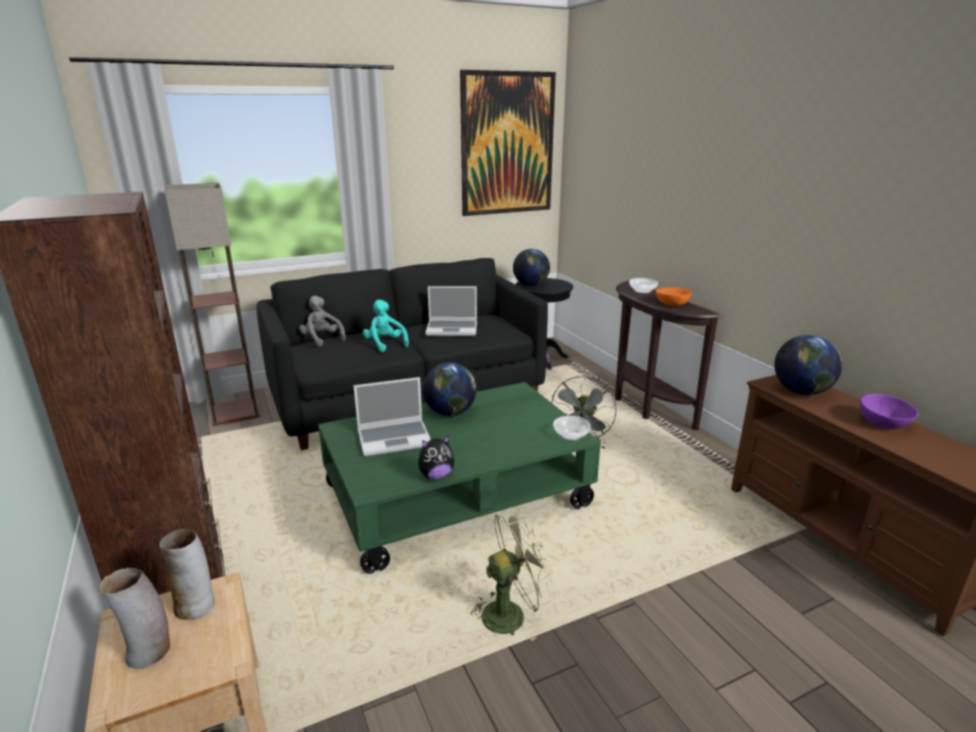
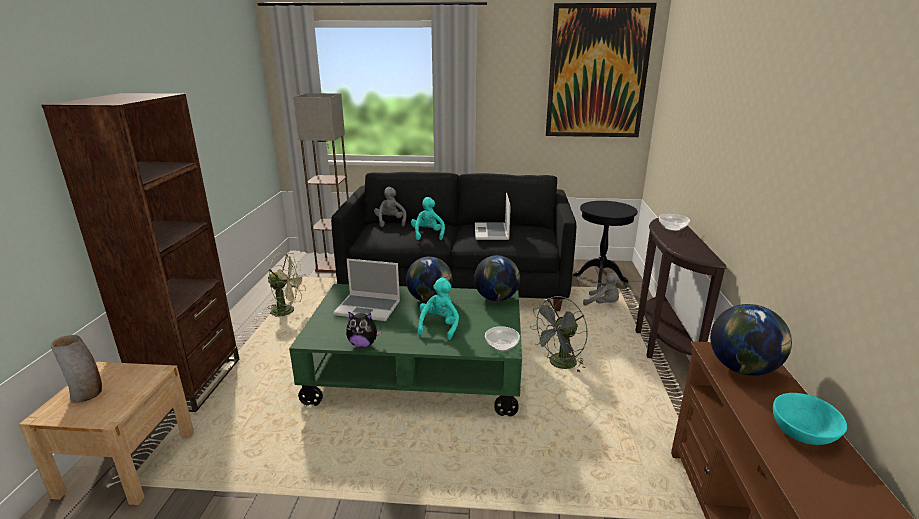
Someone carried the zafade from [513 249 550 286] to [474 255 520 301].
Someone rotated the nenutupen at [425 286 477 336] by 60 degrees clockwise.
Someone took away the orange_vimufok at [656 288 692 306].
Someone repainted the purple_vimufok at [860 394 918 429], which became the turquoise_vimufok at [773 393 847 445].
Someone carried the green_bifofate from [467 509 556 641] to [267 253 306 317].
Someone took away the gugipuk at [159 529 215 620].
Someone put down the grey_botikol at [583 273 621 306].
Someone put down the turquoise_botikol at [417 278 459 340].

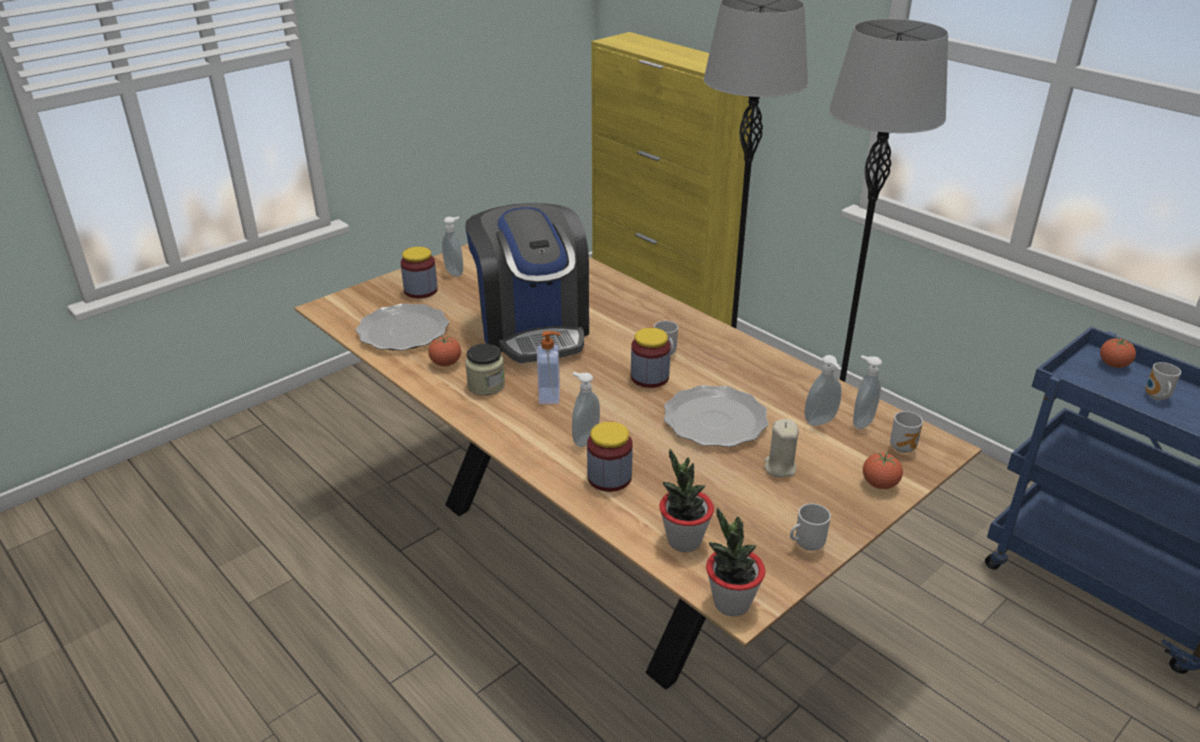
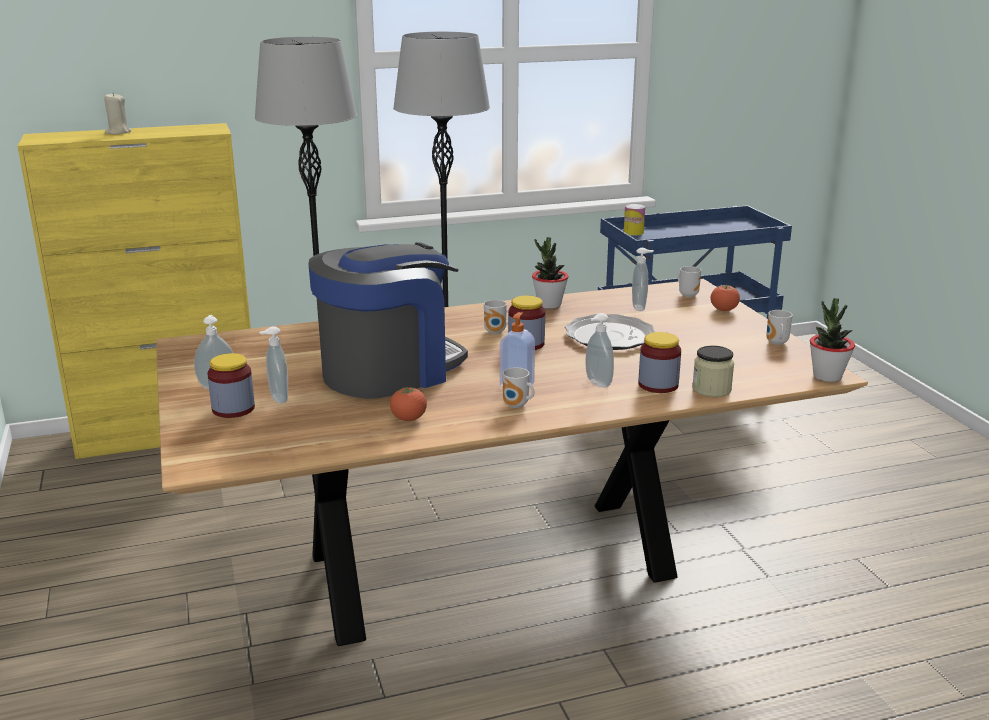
Someone rotated the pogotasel at [465 203 589 363] by 45 degrees counterclockwise.
Someone took away the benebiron at [356 303 449 350].
Someone swapped the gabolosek at [1100 338 1136 368] for the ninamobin at [624 204 645 236].
Someone carried the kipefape from [465 344 505 396] to [692 345 734 397].
Someone carried the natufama from [853 355 882 429] to [259 326 288 404].
Someone carried the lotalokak from [1146 362 1181 400] to [503 367 534 408].
Someone carried the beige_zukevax from [764 419 799 478] to [104 93 132 134].
Someone carried the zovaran from [659 449 714 552] to [532 237 569 309].

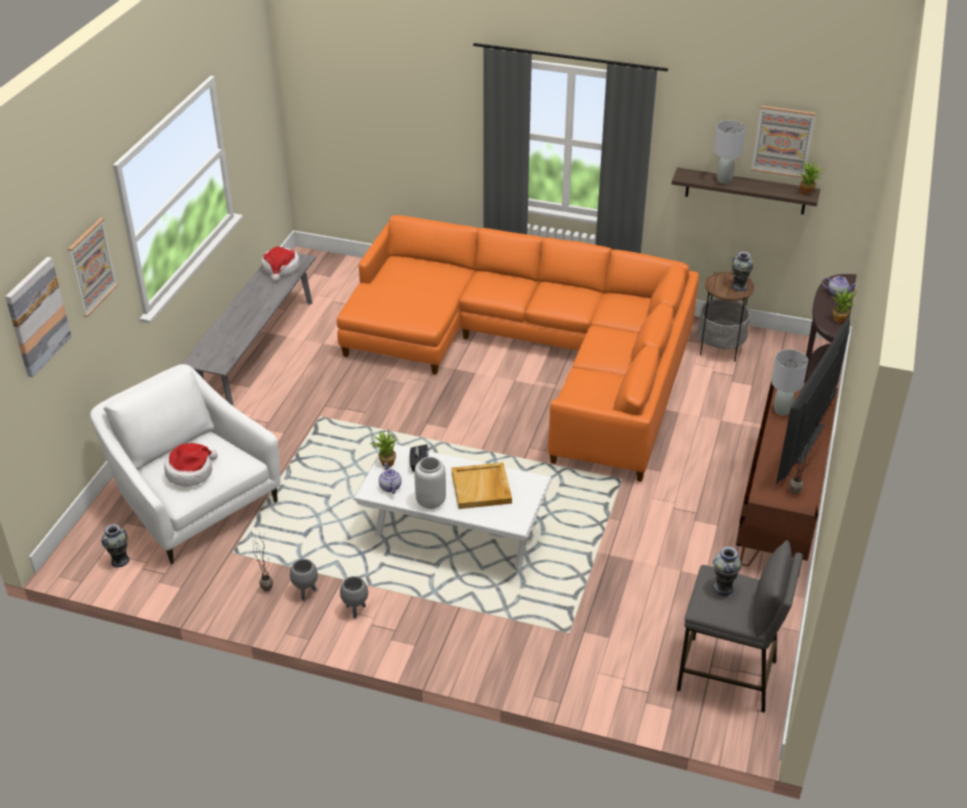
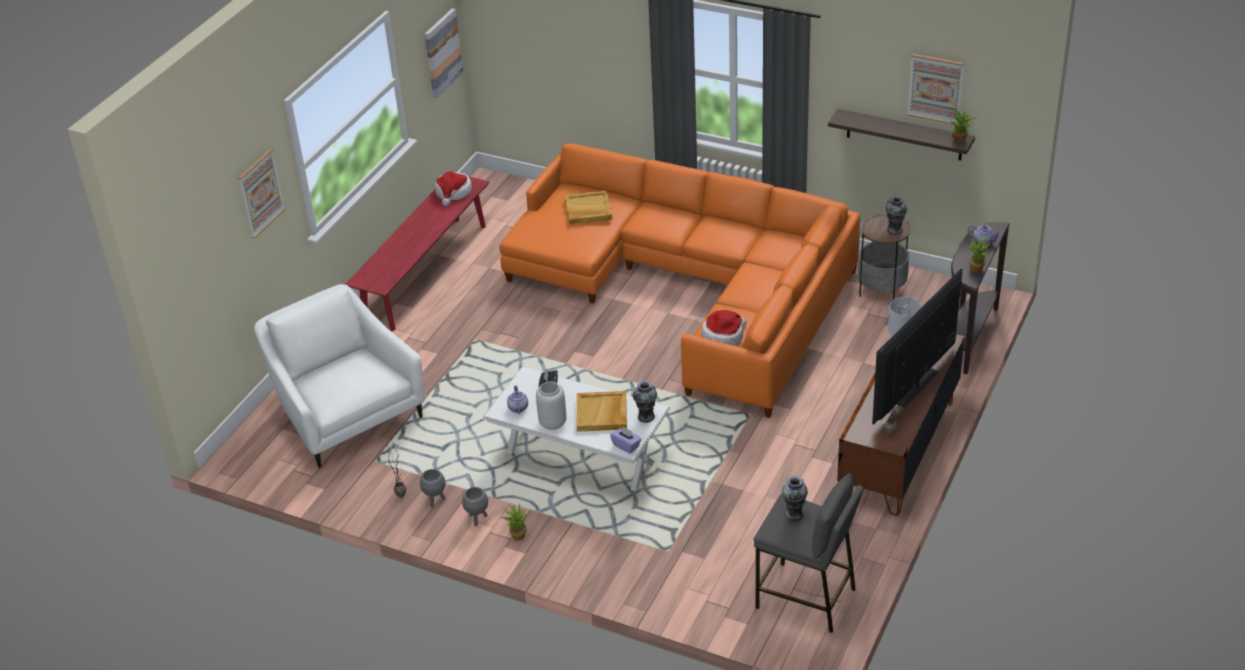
Someone took away the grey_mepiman at [714 120 746 184].
Someone repainted the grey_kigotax at [182 253 316 407], which became the red_kigotax at [345 176 489 331].
Someone carried the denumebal from [5 257 72 378] to [425 8 463 98].
Someone carried the zovaran from [370 429 397 467] to [500 504 528 541].
Someone carried the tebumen from [164 443 218 486] to [701 310 747 346].
Someone carried the gugipuk from [101 524 130 567] to [633 381 657 423].
Someone put down the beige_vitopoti at [565 191 612 225].
Someone put down the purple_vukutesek at [610 426 641 454].

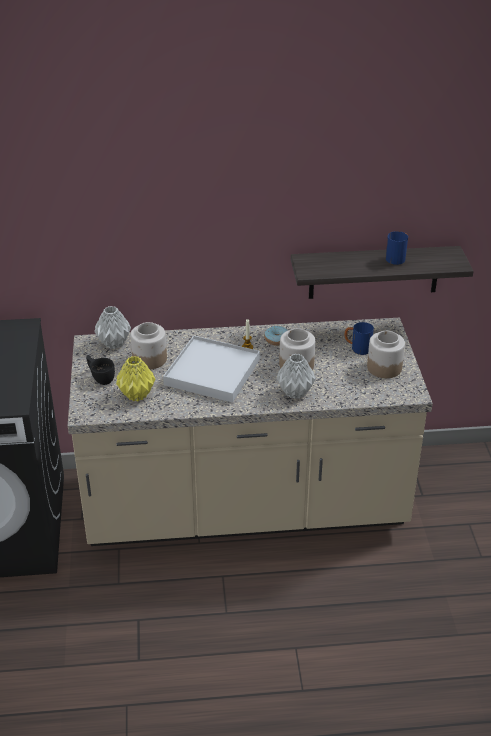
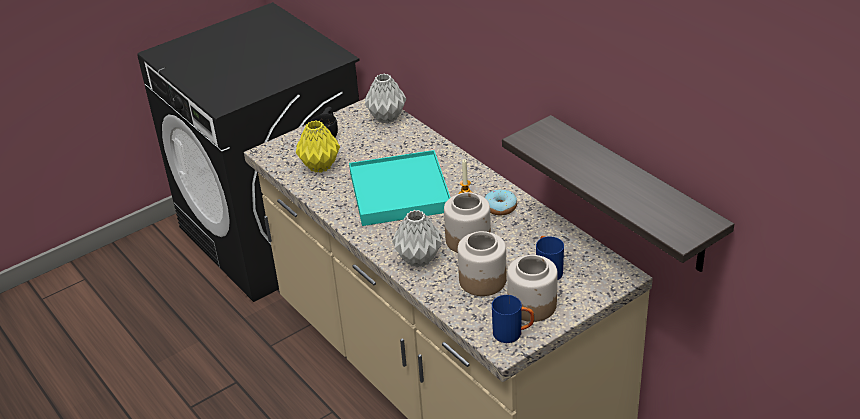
Someone carried the blue_lotalokak from [386 231 408 265] to [492 295 534 343].
Someone carried the kipefape from [130 322 167 369] to [458 231 506 296].
Someone repainted the white_vitopoti at [163 335 260 403], which became the turquoise_vitopoti at [349 150 451 226].

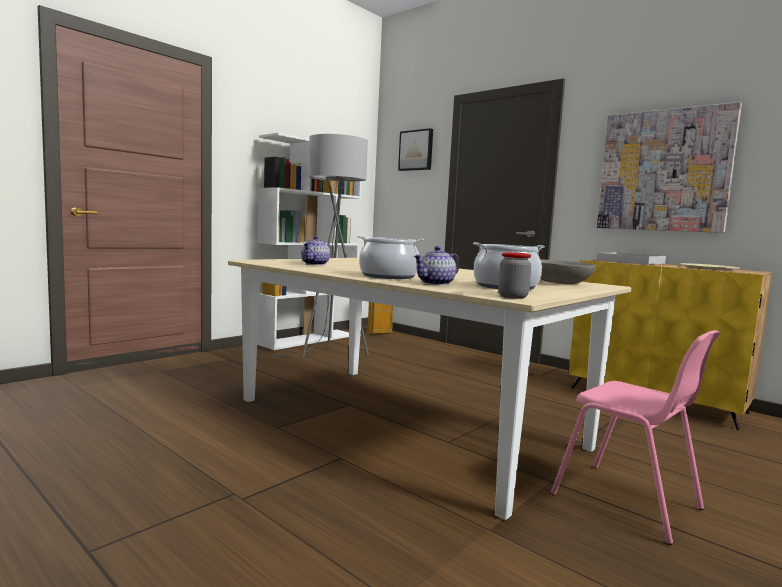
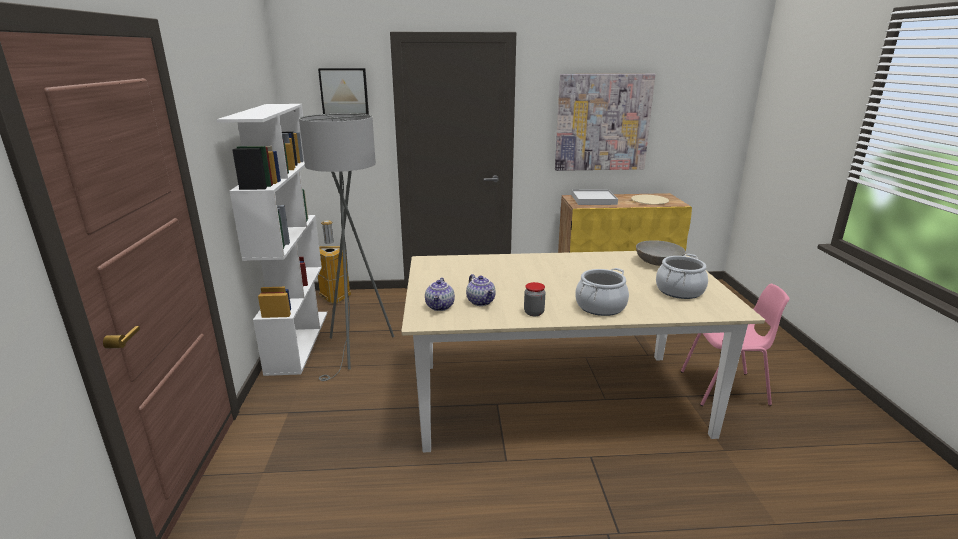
Someone carried the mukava from [414 246 460 285] to [425 277 455 311].
Someone carried the kipefape from [498 252 531 299] to [524 282 545 316].

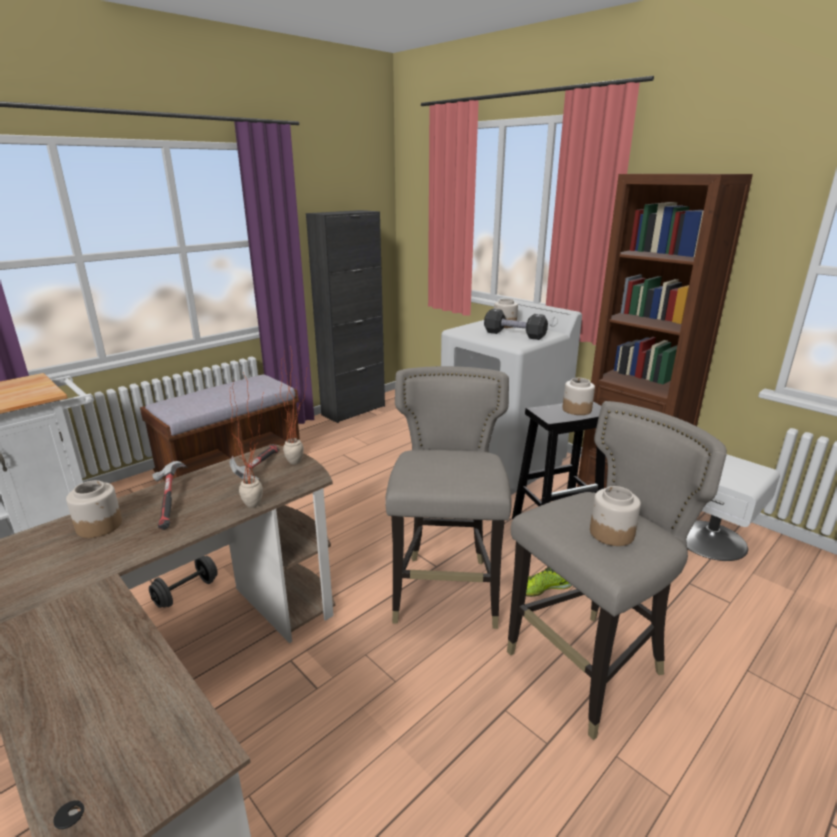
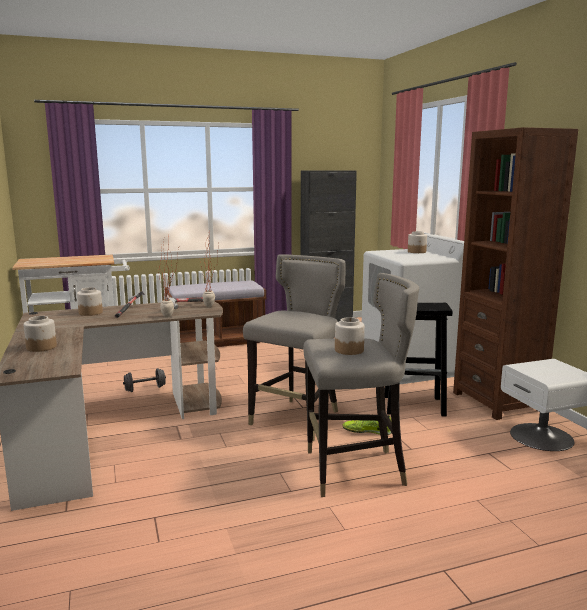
Someone took away the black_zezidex at [484 309 548 340].
Someone carried the kipefape from [562 378 595 415] to [24 316 57 352].

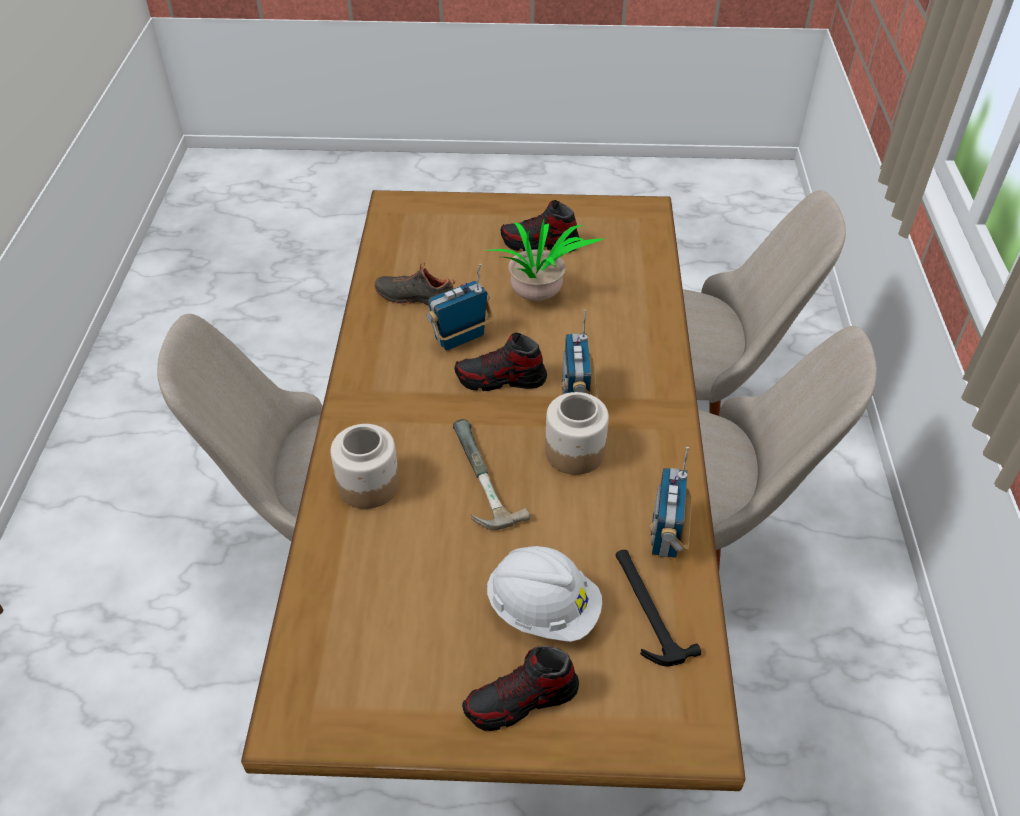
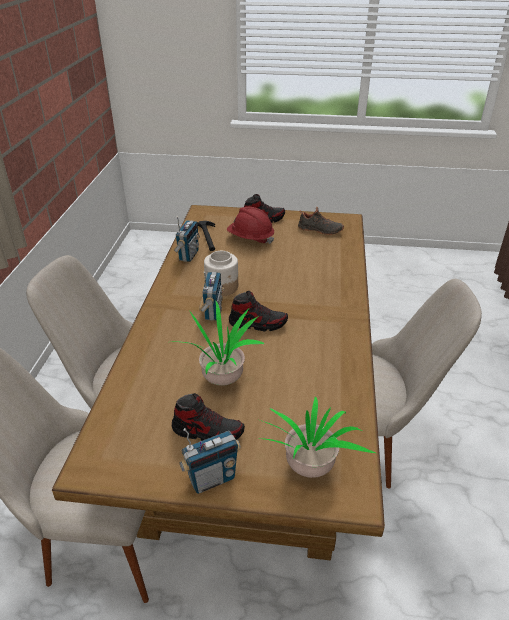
Someone carried the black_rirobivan from [374 262 455 307] to [298 207 344 235].
Someone carried the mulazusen from [427 264 493 350] to [180 428 241 494].
Someone took away the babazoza at [453 419 530 530].
Someone took away the kipefape at [331 424 399 509].
Someone repainted the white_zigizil at [486 546 602 642], which became the red_zigizil at [227 207 274 244].
Someone put down the zovaran at [260 397 375 478].

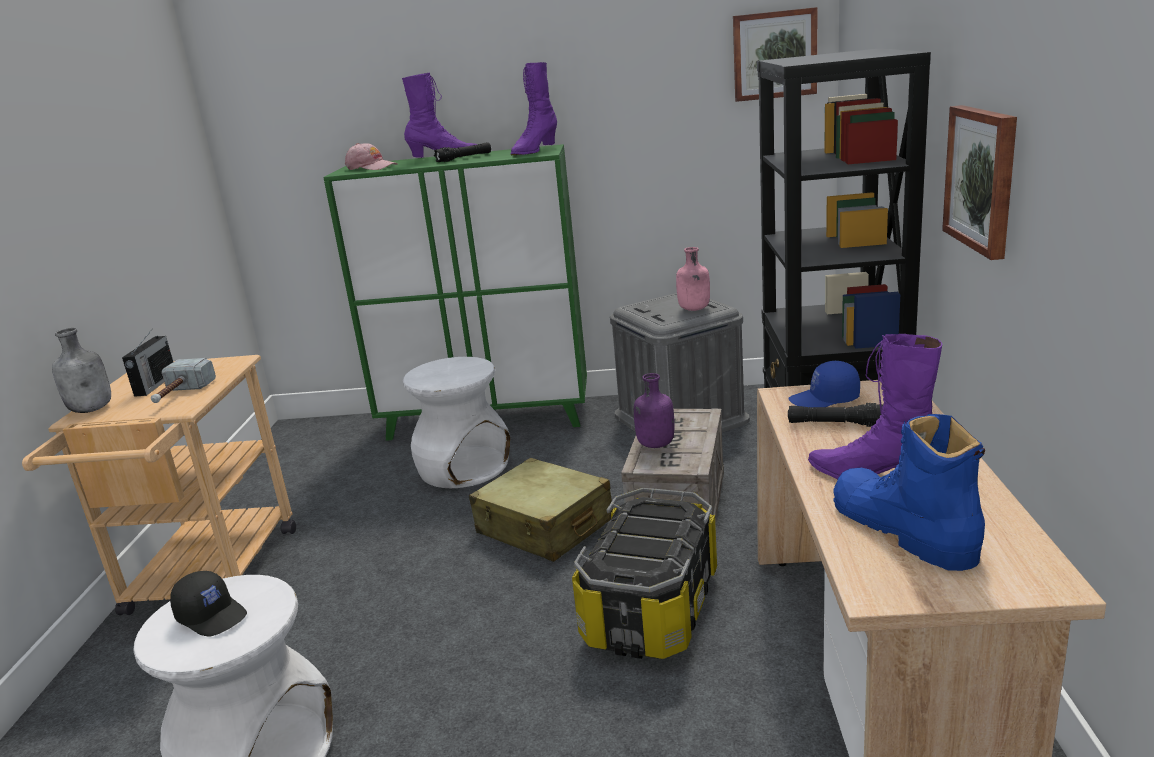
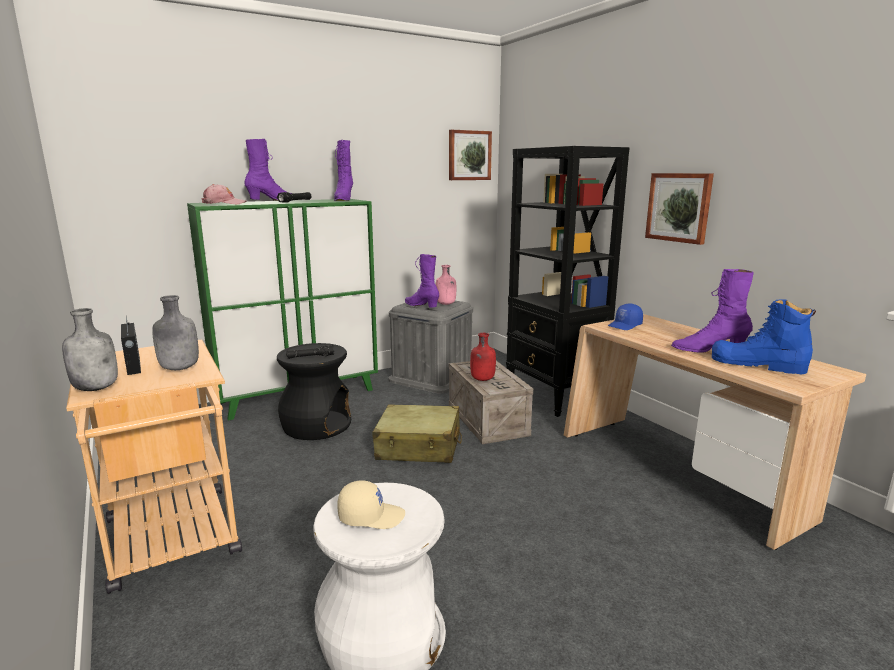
Someone repainted the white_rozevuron at [403 357 510 488], which became the black_rozevuron at [277 343 351 440].
Someone swapped the babazoza at [151 358 216 403] for the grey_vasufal at [152 295 199 370].
Someone repainted the purple_vasufal at [634 373 674 448], which became the red_vasufal at [470 333 496 381].
Someone carried the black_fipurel from [788 403 883 427] to [286 345 334 359].
Someone took away the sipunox at [572 488 717 659].
Someone repainted the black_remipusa at [170 571 247 637], which became the beige_remipusa at [337 480 405 529].
Someone put down the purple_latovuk at [405 254 439 308].

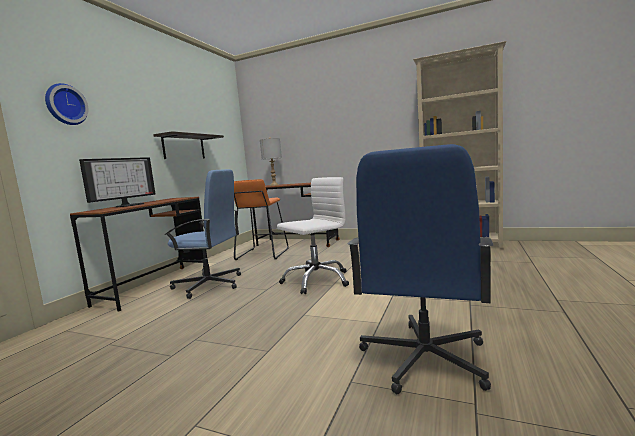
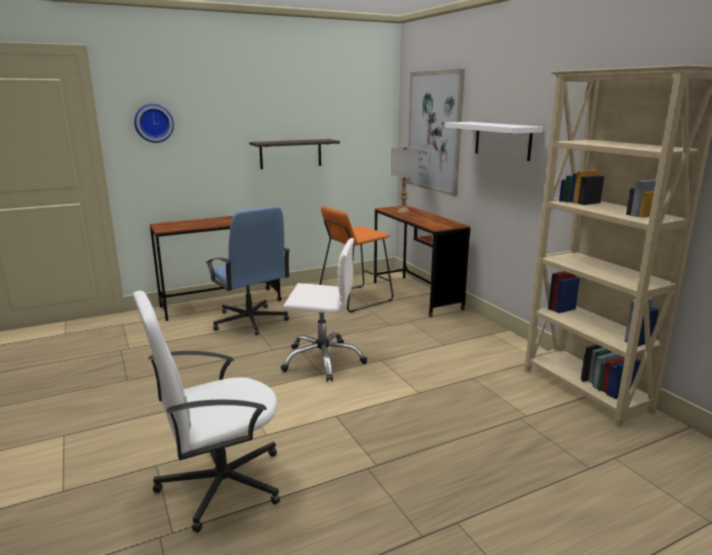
Someone repainted the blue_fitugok at [348 144 493 394], which became the white_fitugok at [133 291 280 533].
Someone took away the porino at [79 157 155 207].
Someone put up the denumebal at [407 69 465 197].
Someone put up the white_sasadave at [445 122 543 161].

